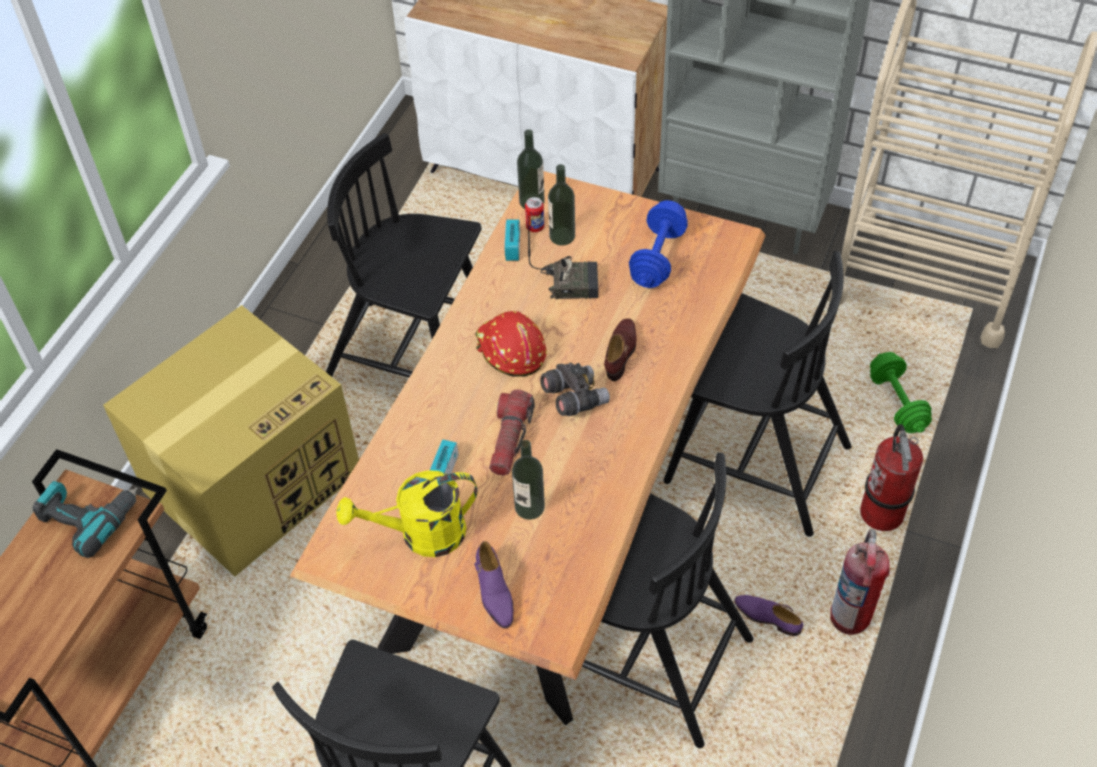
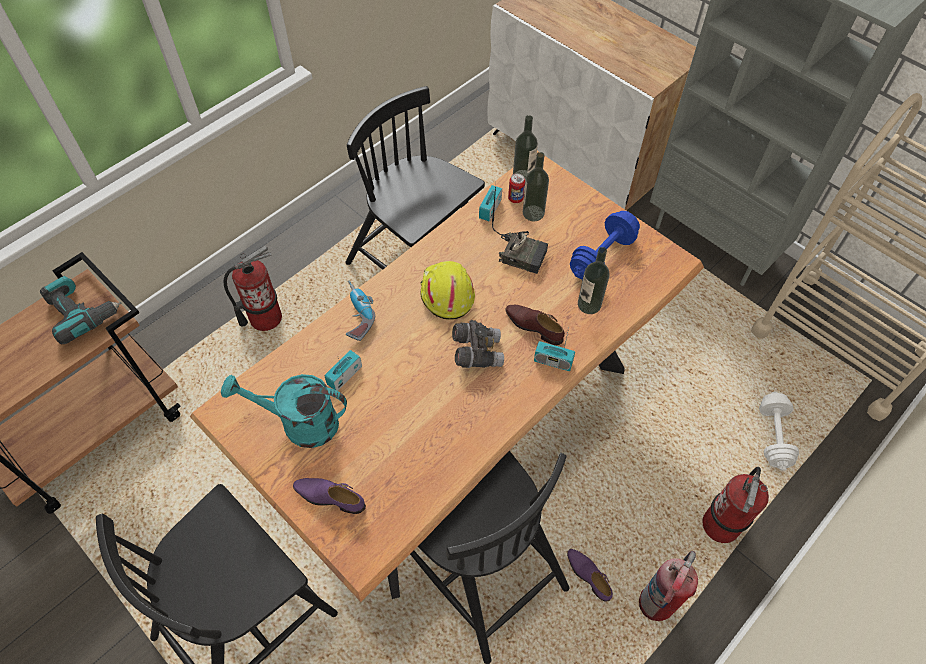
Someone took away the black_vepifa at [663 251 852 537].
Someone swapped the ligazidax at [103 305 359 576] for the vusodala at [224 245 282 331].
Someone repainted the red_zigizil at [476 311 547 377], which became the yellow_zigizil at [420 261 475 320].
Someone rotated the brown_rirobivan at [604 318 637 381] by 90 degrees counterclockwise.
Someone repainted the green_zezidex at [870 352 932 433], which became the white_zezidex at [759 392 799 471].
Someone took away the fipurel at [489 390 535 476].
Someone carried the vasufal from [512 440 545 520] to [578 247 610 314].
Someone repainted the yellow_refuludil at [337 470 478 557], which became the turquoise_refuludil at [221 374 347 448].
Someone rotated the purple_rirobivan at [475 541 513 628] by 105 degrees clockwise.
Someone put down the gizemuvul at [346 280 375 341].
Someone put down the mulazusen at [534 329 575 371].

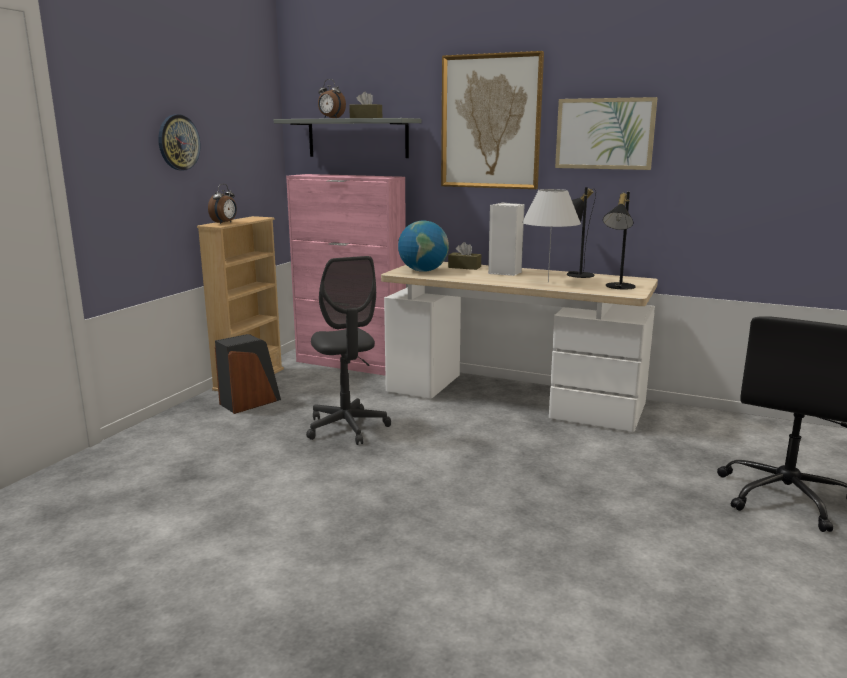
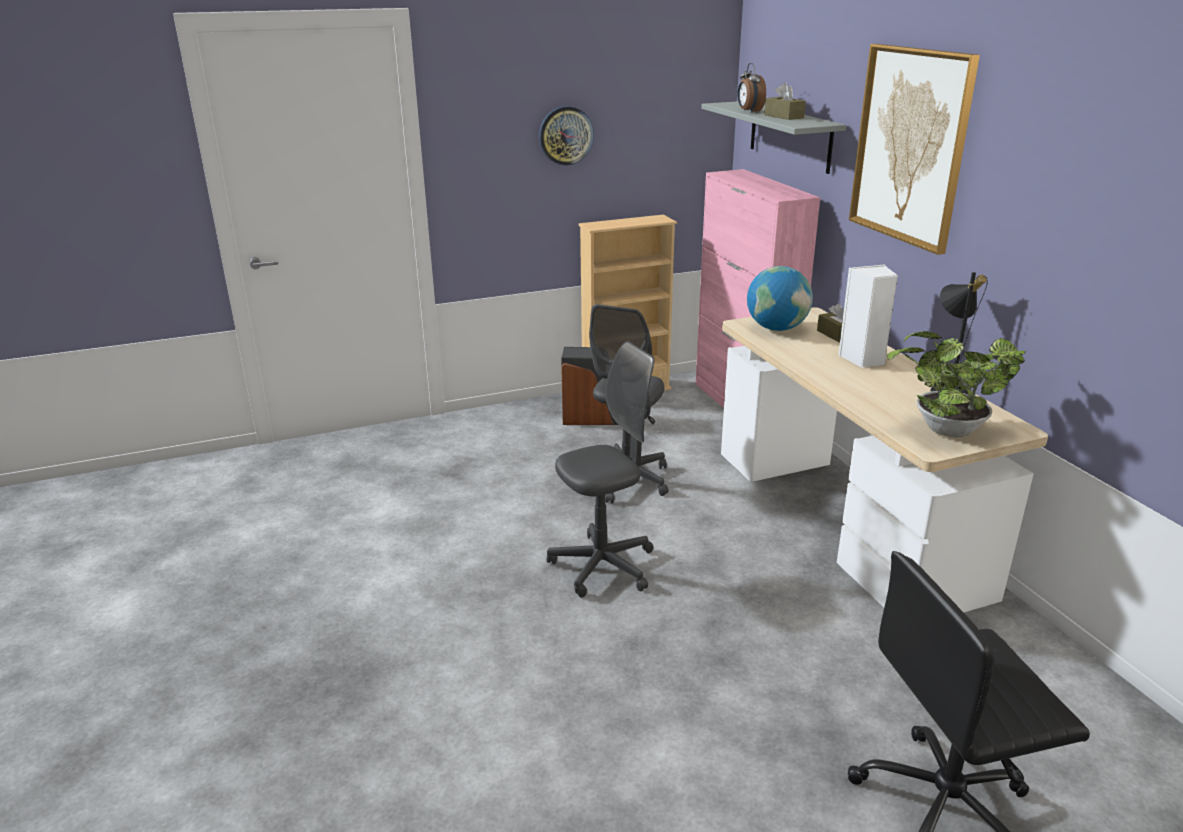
Someone took away the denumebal at [555 97 658 170].
Someone took away the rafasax at [208 184 237 224].
Someone took away the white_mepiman at [522 189 581 283].
Someone swapped the black_mepiman at [603 192 636 290] for the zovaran at [887 331 1026 437].
Someone put down the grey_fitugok at [547 341 654 598].

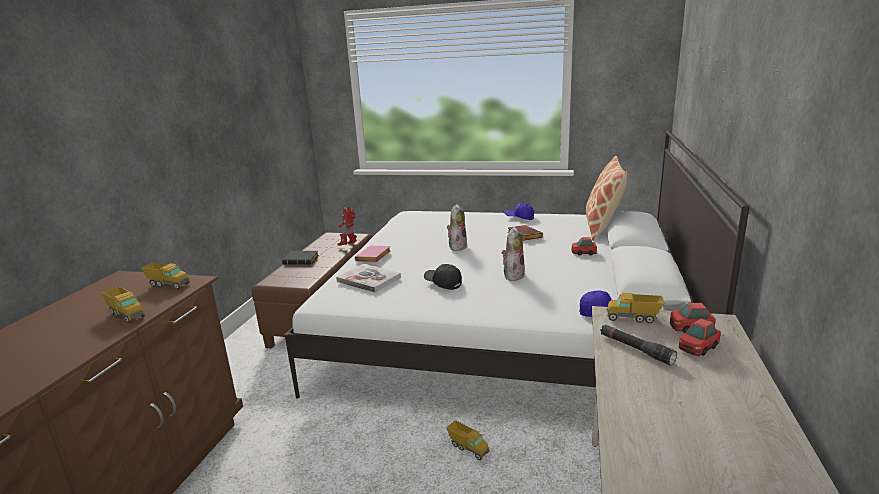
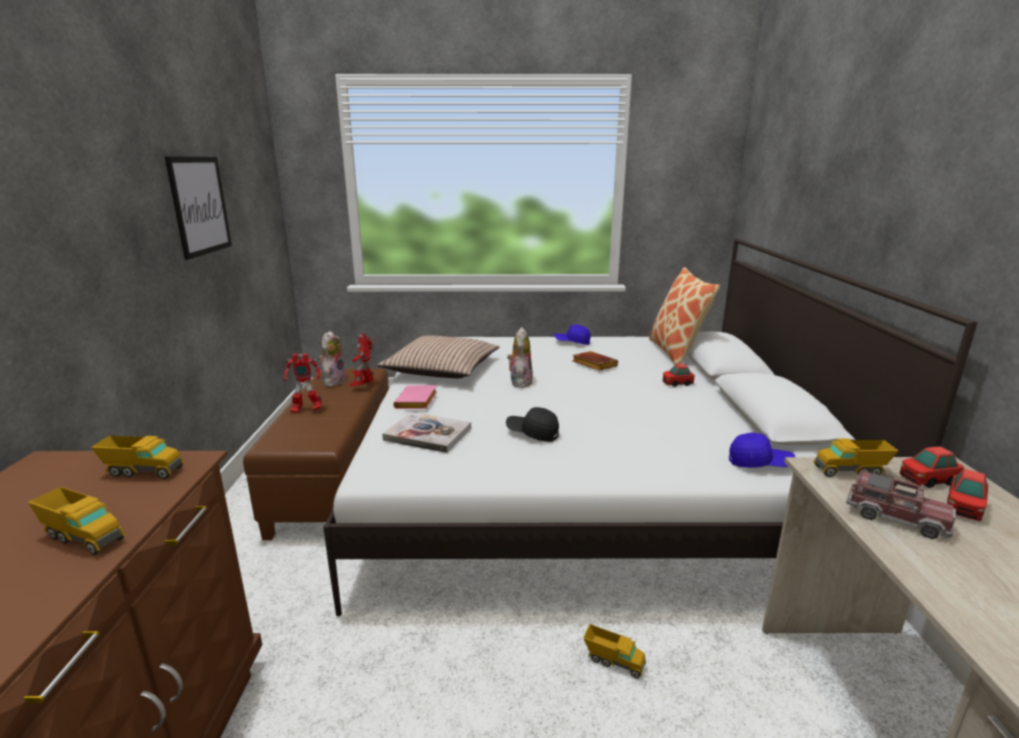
Someone carried the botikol from [502 227 525 281] to [319 331 346 387].
Someone swapped the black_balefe at [282 251 319 265] for the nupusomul at [283 353 322 413].
Someone swapped the black_fipurel at [600 324 677 365] for the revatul at [846 469 956 539].
Someone put up the denumebal at [165 156 232 260].
Someone put down the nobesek at [378 335 499 378].

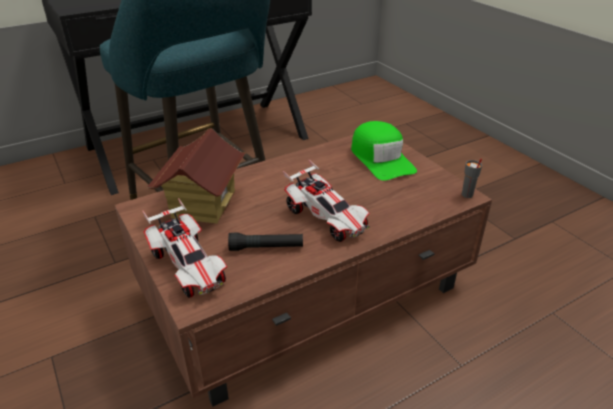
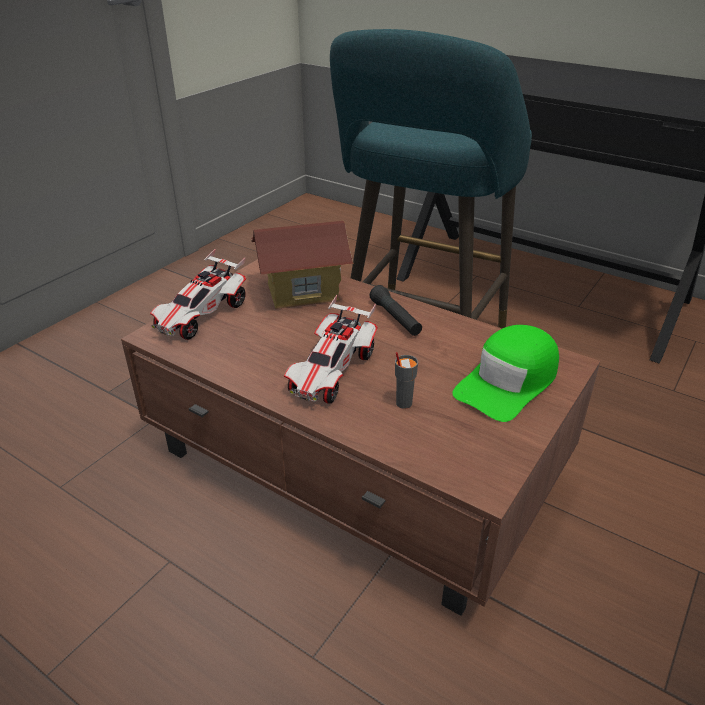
Someone carried the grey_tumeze from [462 158 482 198] to [395 352 418 409].
Someone carried the black_fipurel from [228 233 303 251] to [370 285 422 336].

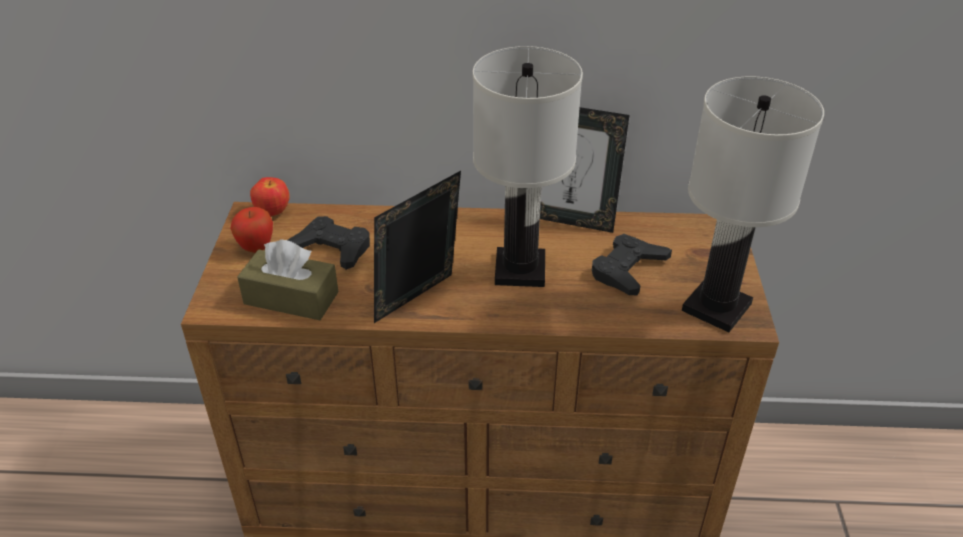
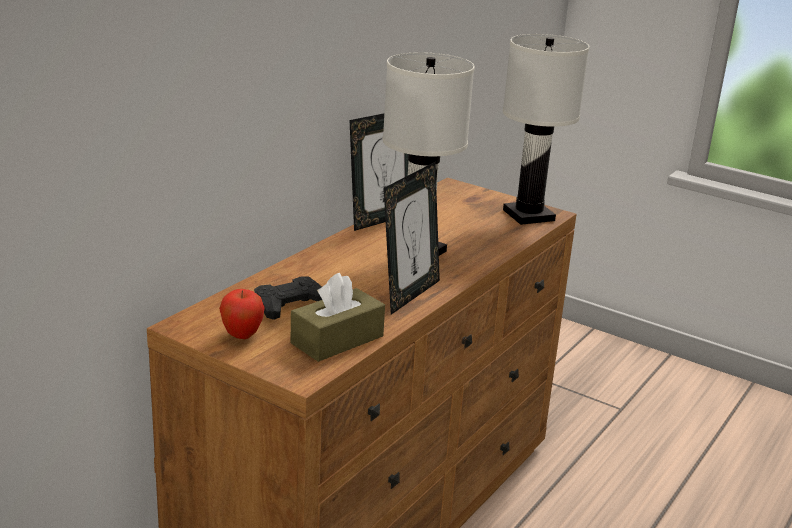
Someone rotated the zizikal at [374 171 461 323] by 135 degrees counterclockwise.
Someone took away the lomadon at [250 177 290 216].
Someone took away the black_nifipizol at [592 234 672 295].

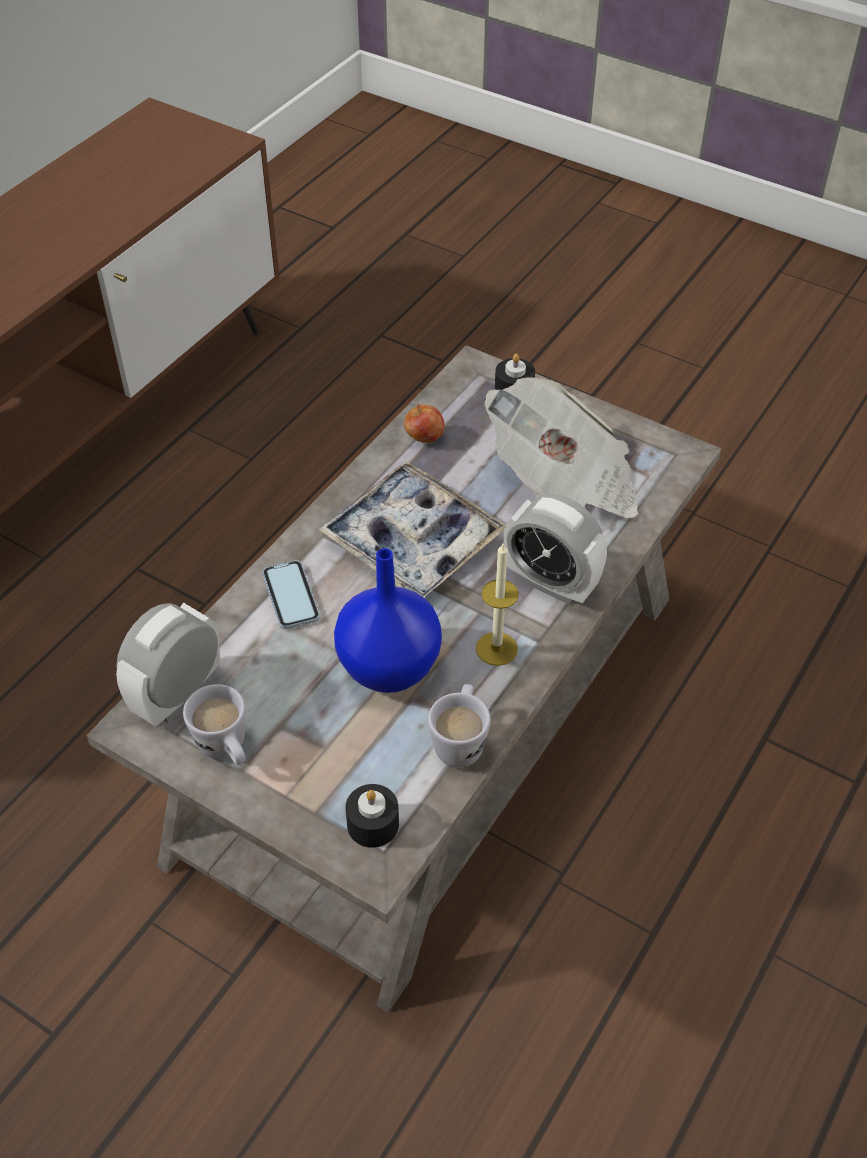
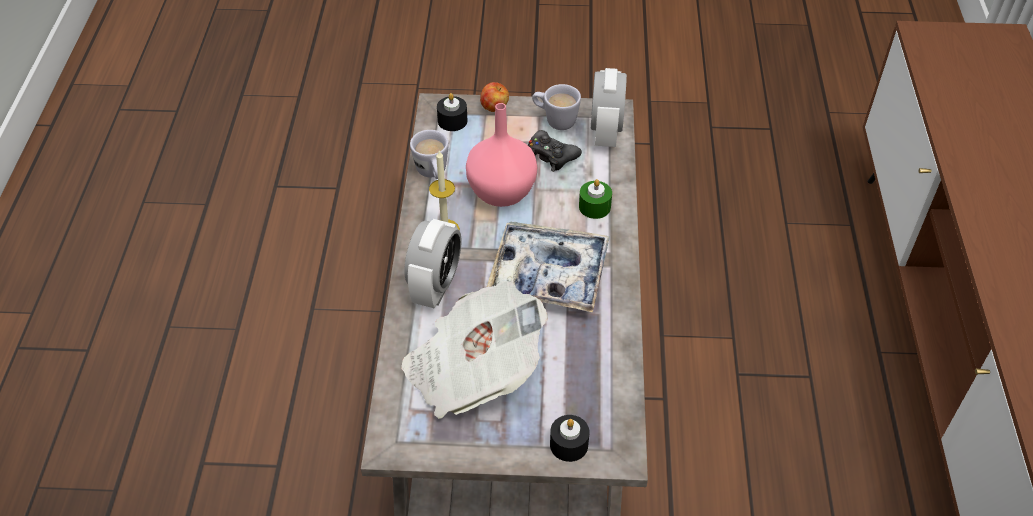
Someone carried the lomadon from [404 404 445 443] to [480 82 509 112].
Someone rotated the rafasax at [504 494 607 605] by 105 degrees clockwise.
Someone repainted the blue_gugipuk at [334 548 442 693], which became the pink_gugipuk at [466 103 537 207].
Someone swapped the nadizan at [262 560 320 629] for the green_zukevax at [579 179 612 219].
Someone put down the black_nifipizol at [528 130 582 172].

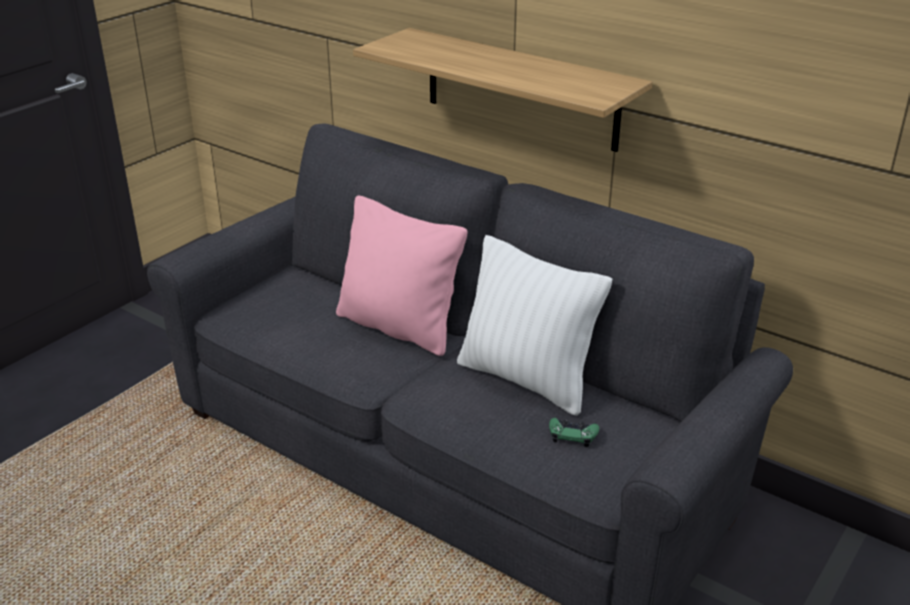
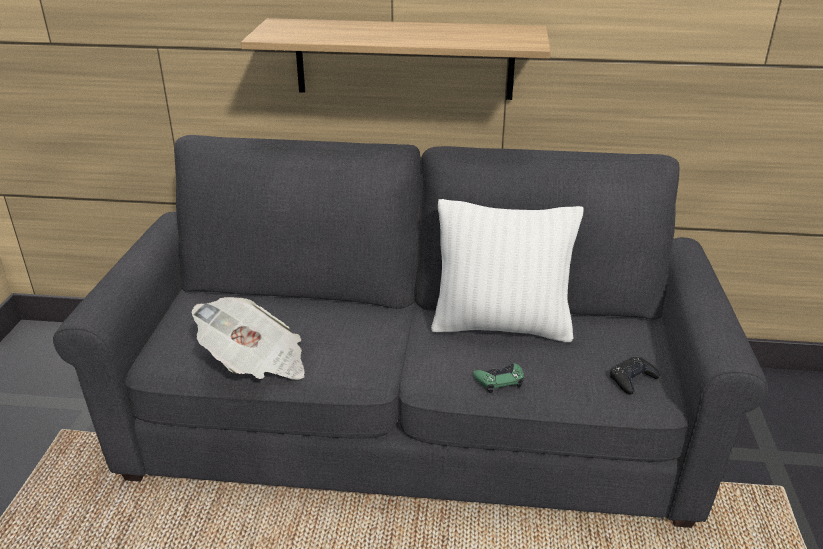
Someone took away the pink_nobesek at [336 195 467 356].
Someone carried the green_nifipizol from [549 418 599 448] to [473 363 524 393].
Someone put down the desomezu at [192 297 305 380].
Someone put down the black_nifipizol at [610 357 660 394].

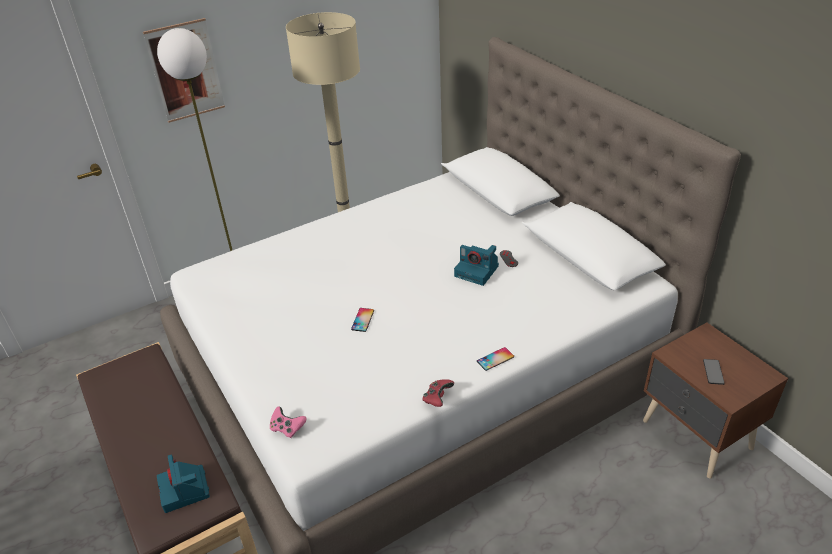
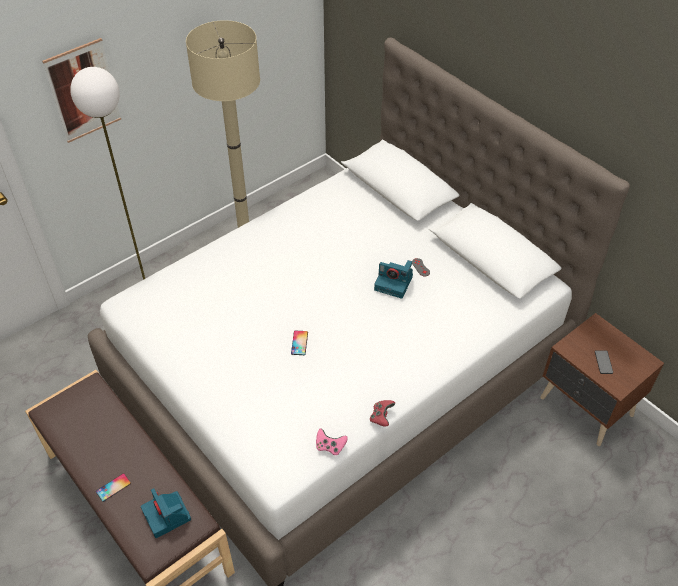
Someone carried the nadizan from [477 347 514 371] to [96 473 131 502].
Someone carried the pink_nifipizol from [270 406 307 438] to [316 428 348 455].

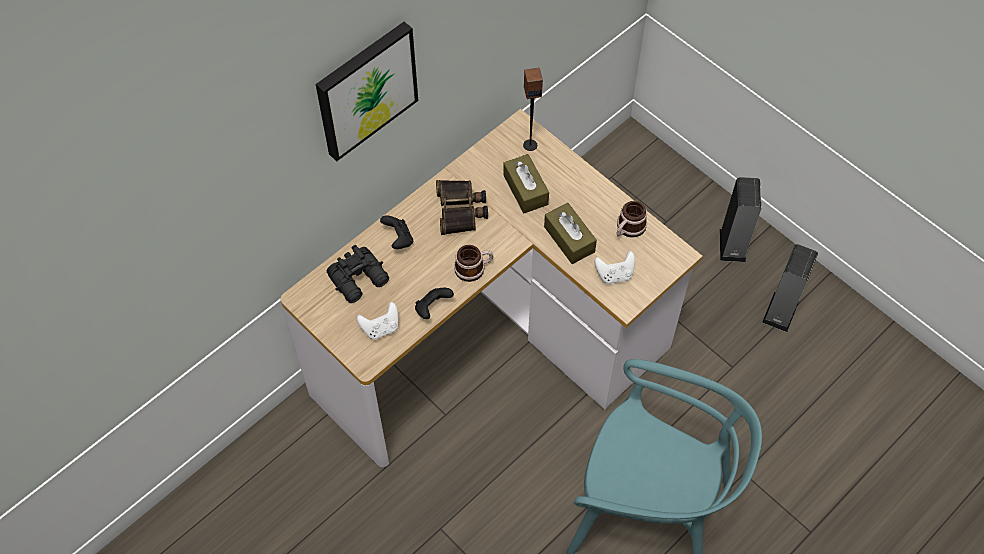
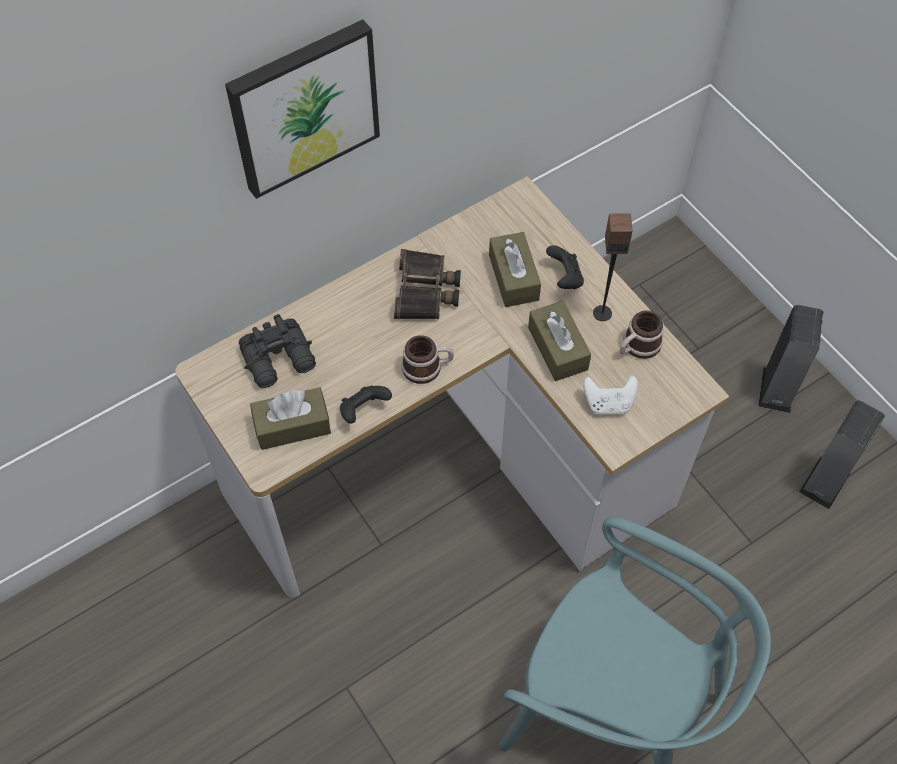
Someone carried the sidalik from [523 67 543 151] to [593 213 632 321].
Someone carried the black_nifipizol from [380 215 413 249] to [546 245 584 289].
Someone swapped the white_nifipizol at [357 302 398 340] for the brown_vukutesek at [250 387 331 450].

